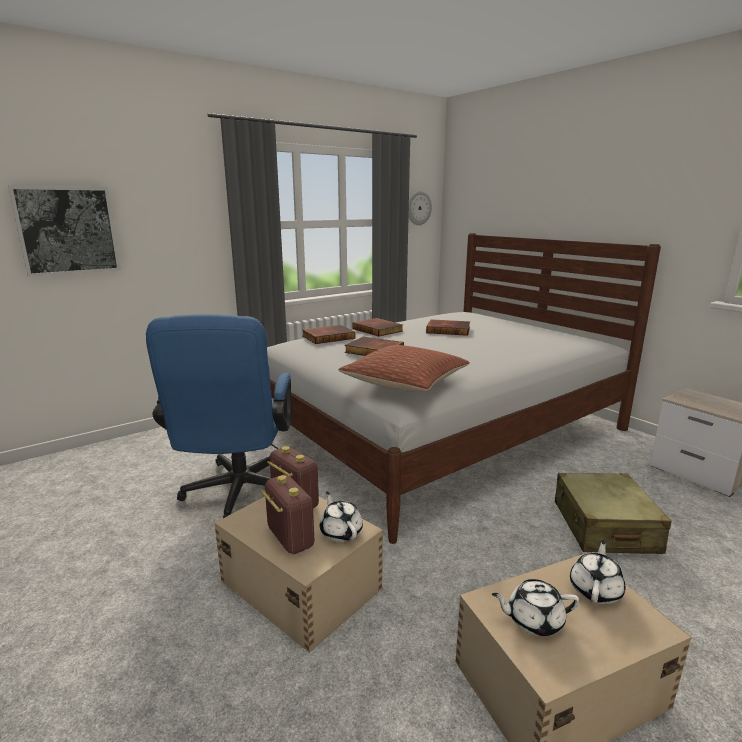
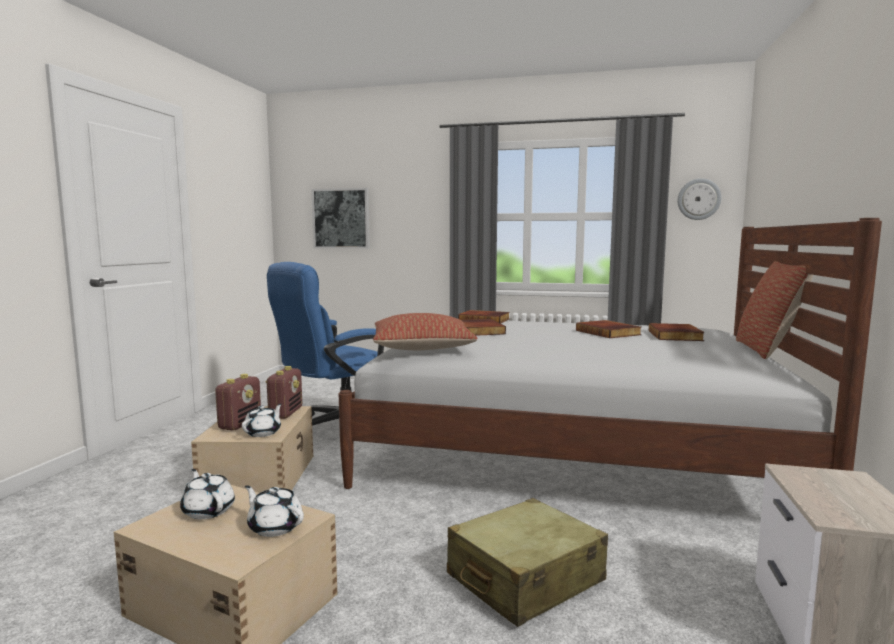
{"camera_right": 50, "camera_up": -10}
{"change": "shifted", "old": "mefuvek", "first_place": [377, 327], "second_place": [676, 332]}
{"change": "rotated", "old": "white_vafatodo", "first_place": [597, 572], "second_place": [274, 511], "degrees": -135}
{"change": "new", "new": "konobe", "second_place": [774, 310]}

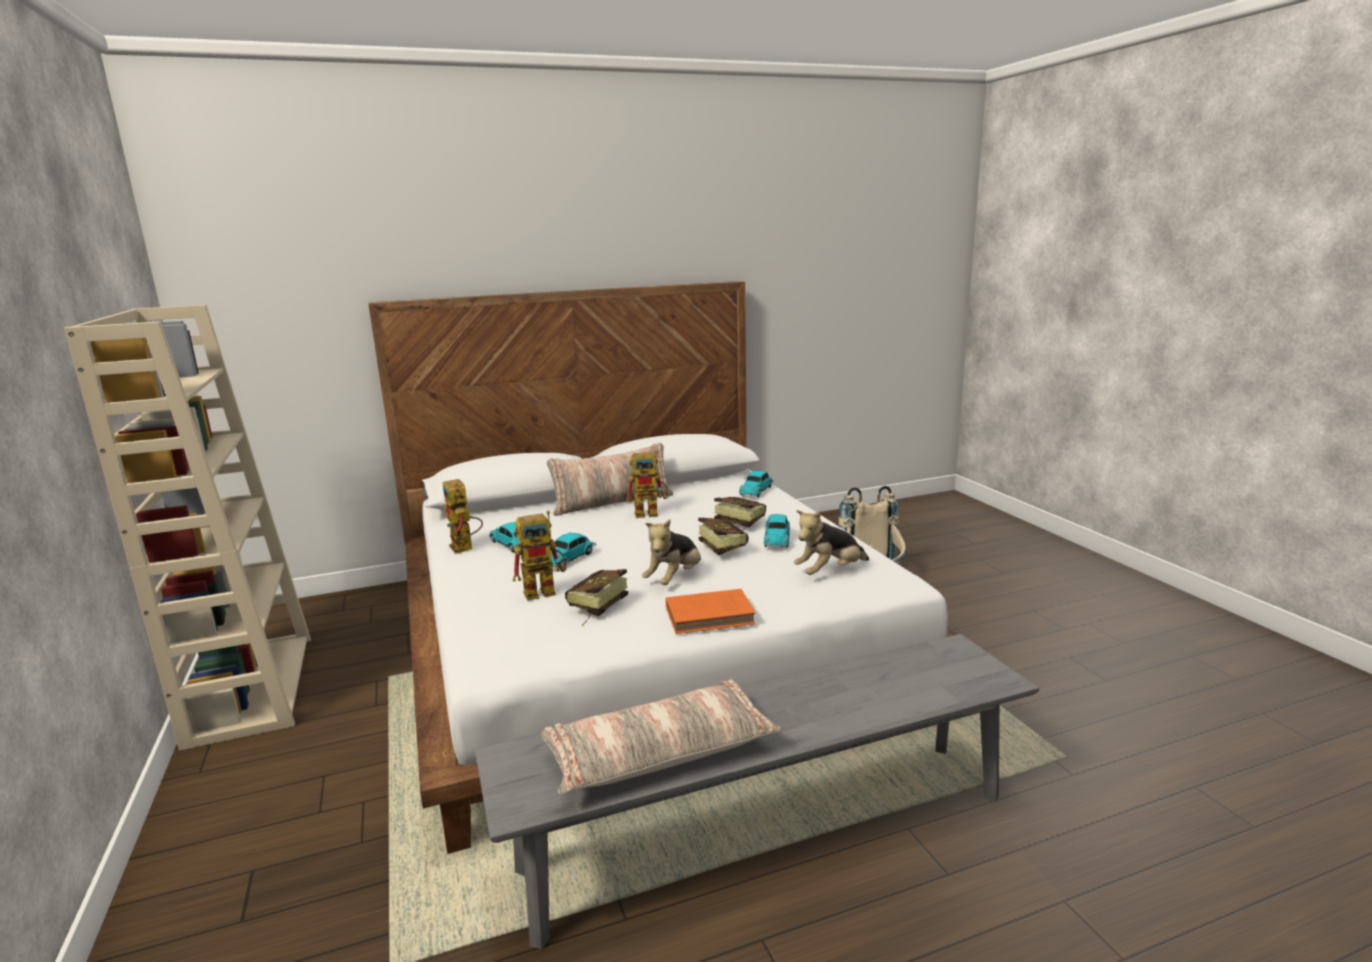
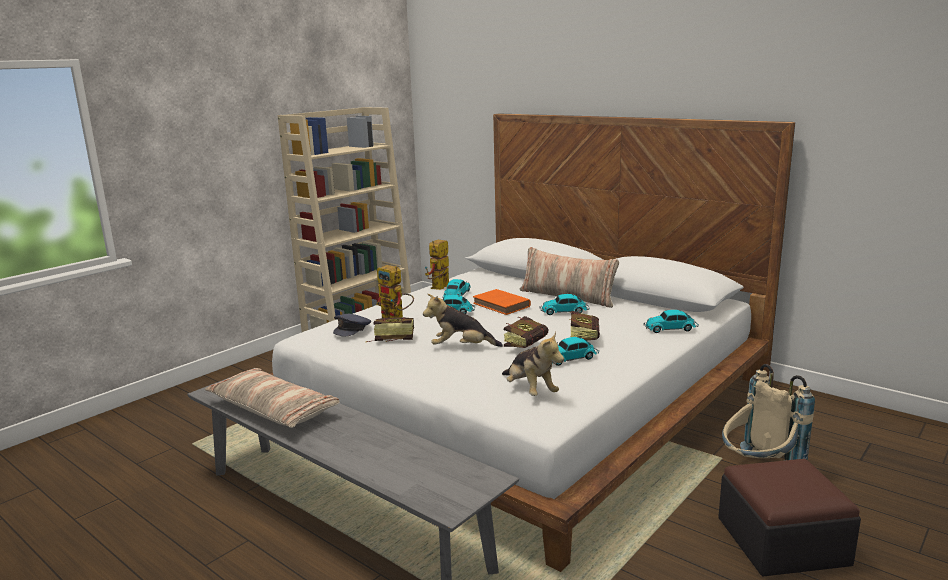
{"camera_right": 60, "camera_up": 0}
{"change": "swapped", "old": "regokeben", "new": "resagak", "first_place": [647, 484], "second_place": [564, 304]}
{"change": "shifted", "old": "orange_mefuvek", "first_place": [711, 611], "second_place": [502, 302]}
{"change": "rotated", "old": "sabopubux", "first_place": [831, 542], "second_place": [533, 364], "degrees": -150}
{"change": "new", "new": "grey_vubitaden", "second_place": [352, 325]}
{"change": "new", "new": "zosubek", "second_place": [789, 518]}

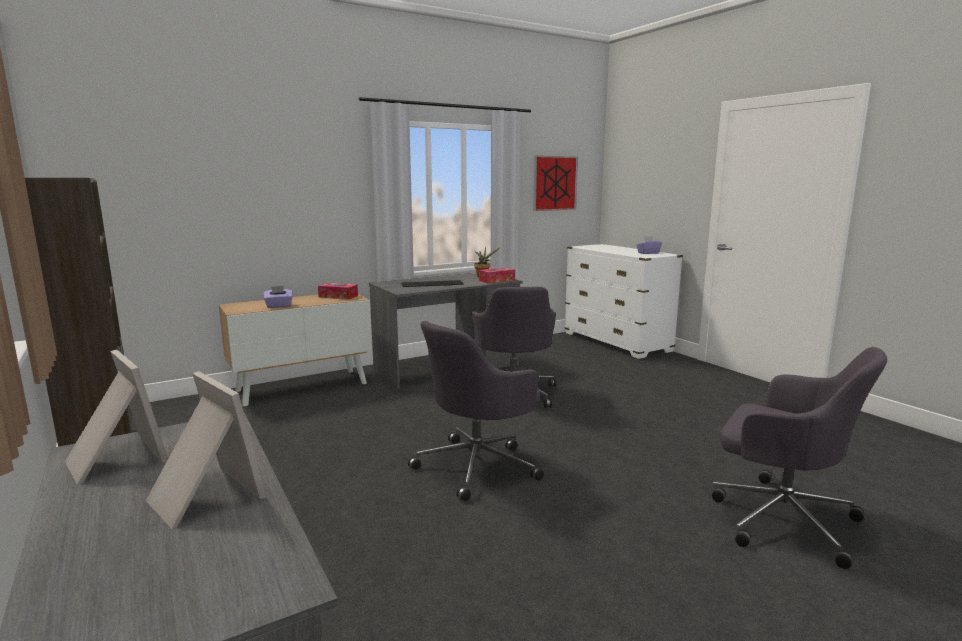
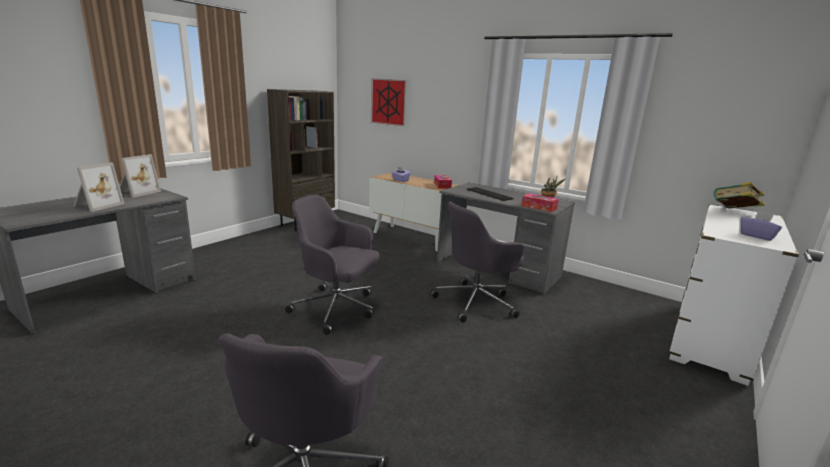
{"camera_right": 65, "camera_up": 5}
{"change": "shifted", "old": "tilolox", "first_place": [555, 183], "second_place": [389, 102]}
{"change": "new", "new": "mefuvek", "second_place": [739, 195]}

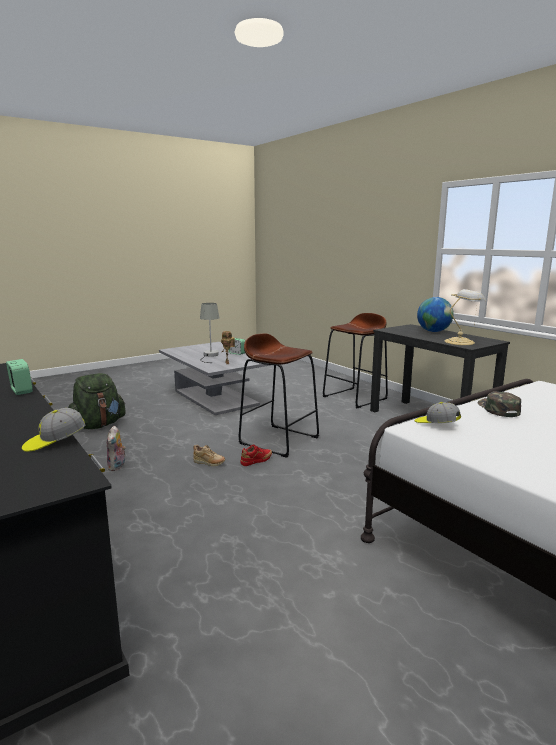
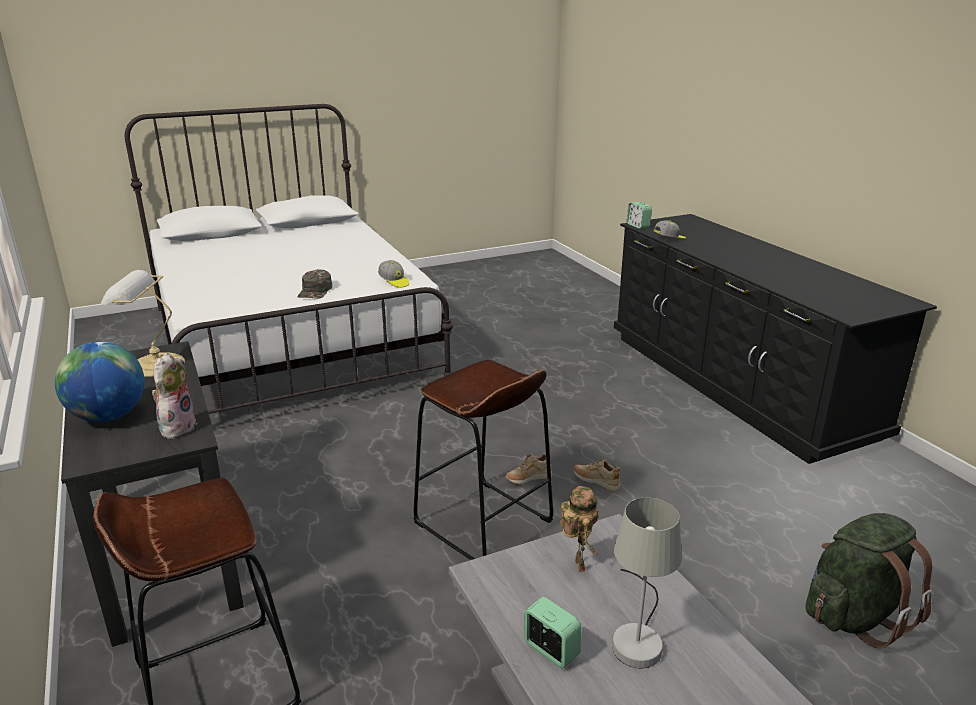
{"camera_right": -170, "camera_up": 10}
{"change": "shifted", "old": "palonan", "first_place": [19, 377], "second_place": [639, 215]}
{"change": "shifted", "old": "sabopubux", "first_place": [116, 448], "second_place": [174, 396]}
{"change": "repainted", "old": "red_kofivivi", "new": "beige_kofivivi", "first_place": [256, 455], "second_place": [528, 469]}

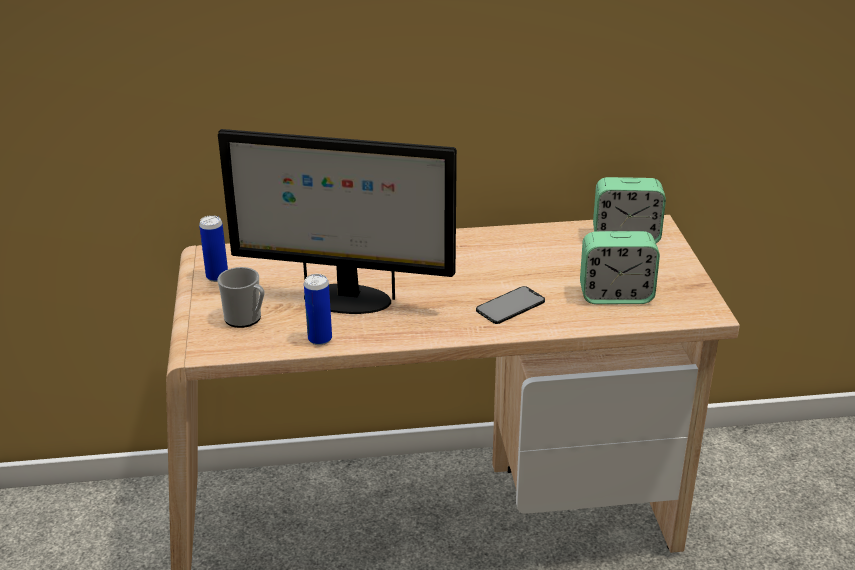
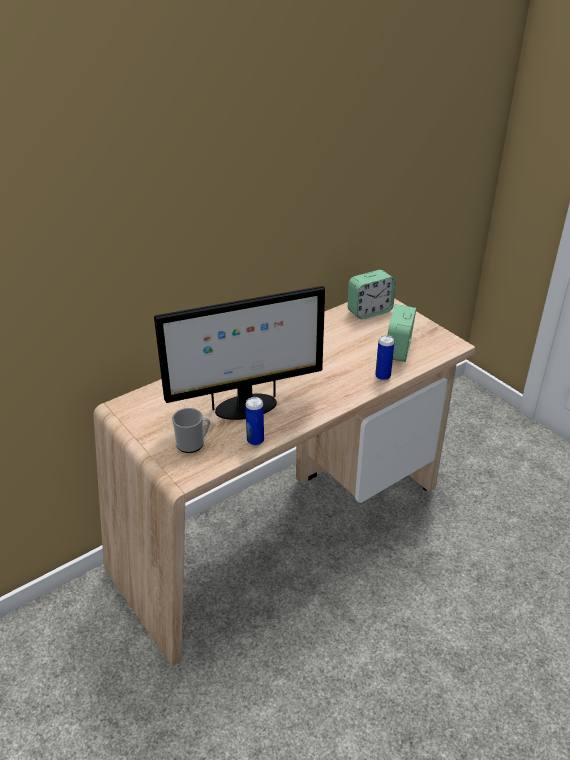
{"camera_right": -30, "camera_up": 5}
{"change": "shifted", "old": "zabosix", "first_place": [213, 248], "second_place": [385, 357]}
{"change": "gone", "old": "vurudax", "first_place": [510, 305]}
{"change": "rotated", "old": "palonan", "first_place": [620, 267], "second_place": [401, 333], "degrees": 135}

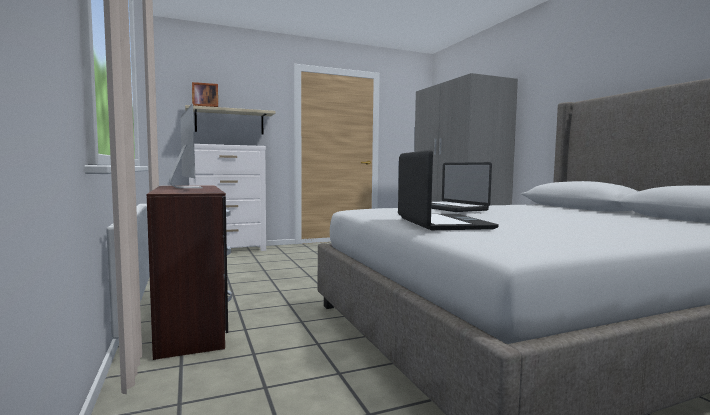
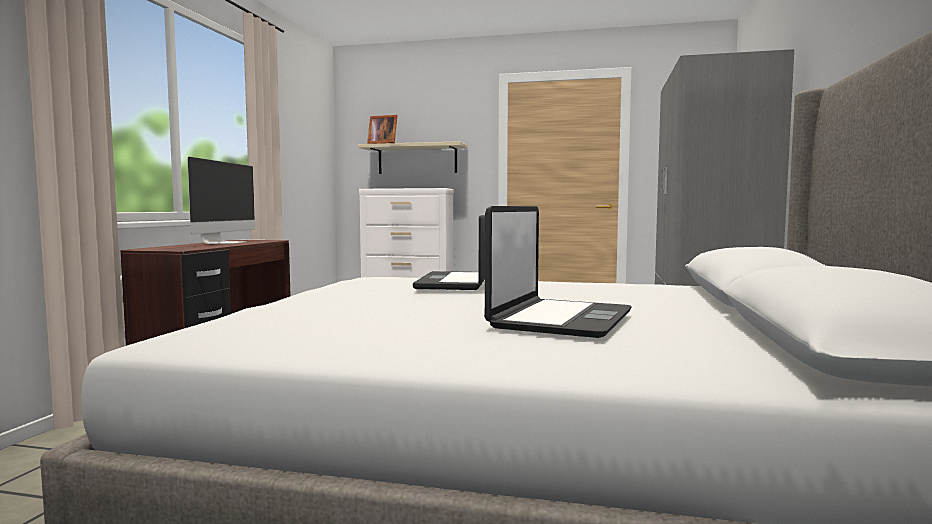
{"camera_right": 35, "camera_up": 0}
{"change": "shifted", "old": "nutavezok", "first_place": [448, 190], "second_place": [558, 272]}

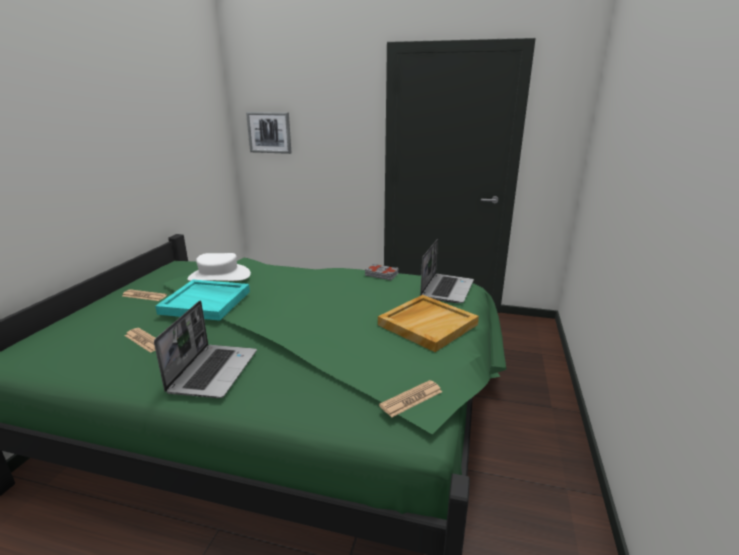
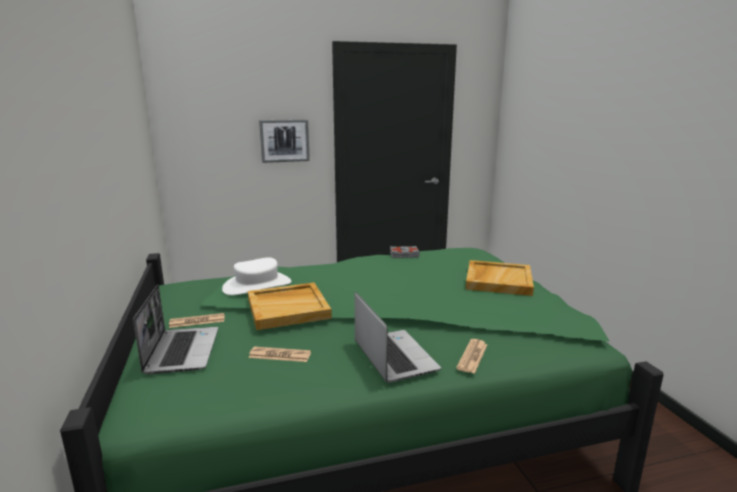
{"camera_right": -30, "camera_up": -5}
{"change": "repainted", "old": "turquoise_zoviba", "new": "beige_zoviba", "first_place": [202, 300], "second_place": [290, 306]}
{"change": "shifted", "old": "tilolox", "first_place": [268, 133], "second_place": [284, 141]}
{"change": "shifted", "old": "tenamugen", "first_place": [410, 398], "second_place": [471, 356]}
{"change": "shifted", "old": "nutavezok", "first_place": [447, 271], "second_place": [175, 329]}

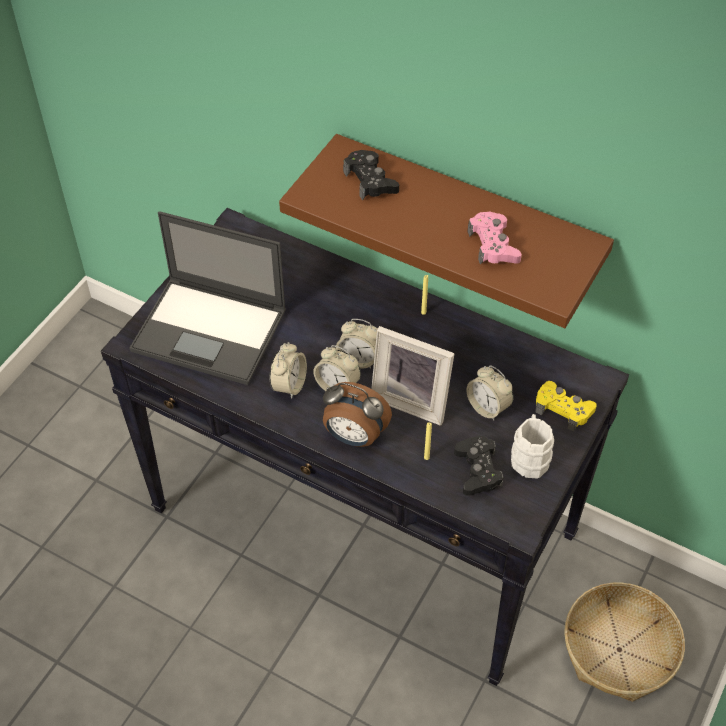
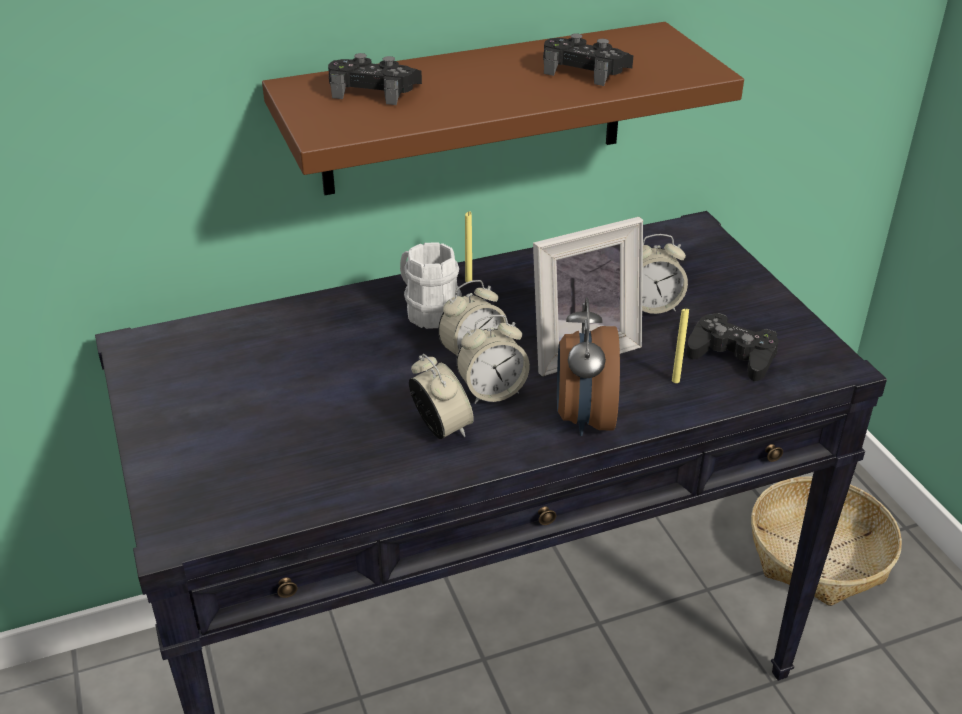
{"camera_right": -50, "camera_up": -15}
{"change": "gone", "old": "nutavezok", "first_place": [207, 298]}
{"change": "rotated", "old": "palonan", "first_place": [357, 414], "second_place": [588, 366], "degrees": 120}
{"change": "repainted", "old": "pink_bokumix", "new": "black_bokumix", "first_place": [494, 238], "second_place": [588, 59]}
{"change": "shifted", "old": "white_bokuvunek", "first_place": [532, 446], "second_place": [431, 285]}
{"change": "gone", "old": "yellow_bokumix", "first_place": [566, 406]}

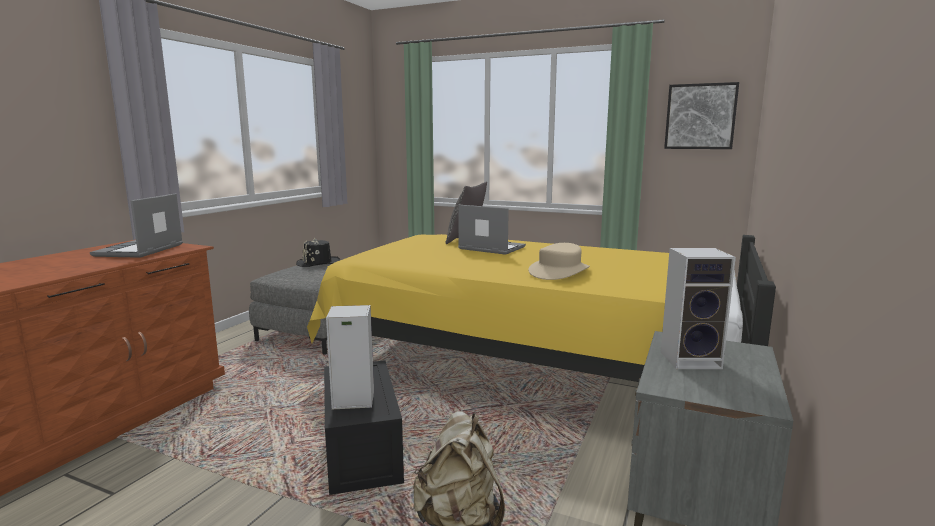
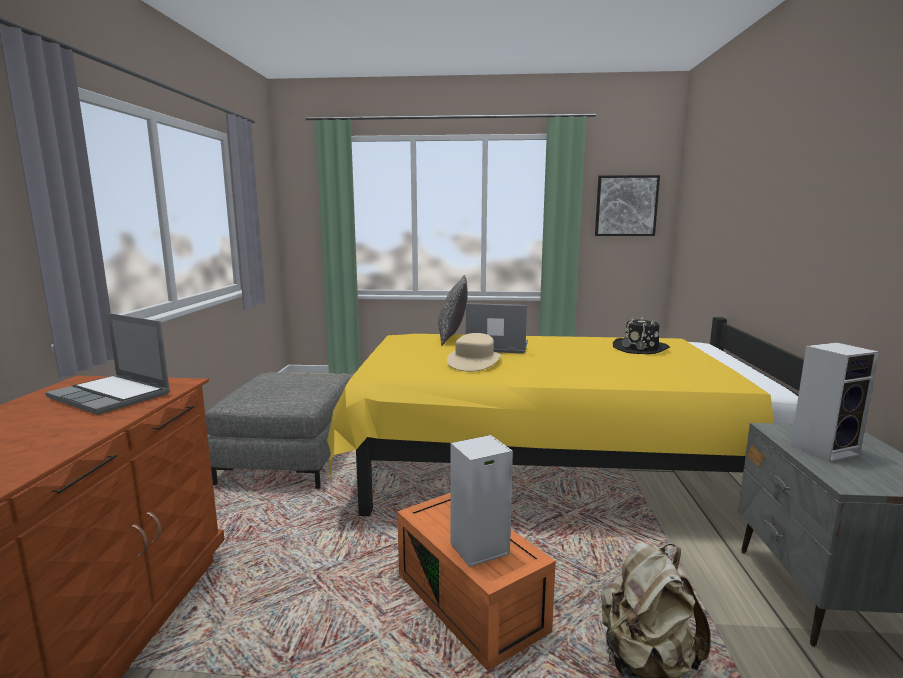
{"camera_right": -20, "camera_up": 0}
{"change": "rotated", "old": "nutavezok", "first_place": [136, 225], "second_place": [107, 364], "degrees": -45}
{"change": "shifted", "old": "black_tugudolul", "first_place": [318, 252], "second_place": [641, 335]}
{"change": "repainted", "old": "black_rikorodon", "new": "orange_rikorodon", "first_place": [364, 427], "second_place": [476, 582]}
{"change": "shifted", "old": "beige_tugudolul", "first_place": [559, 261], "second_place": [474, 352]}

